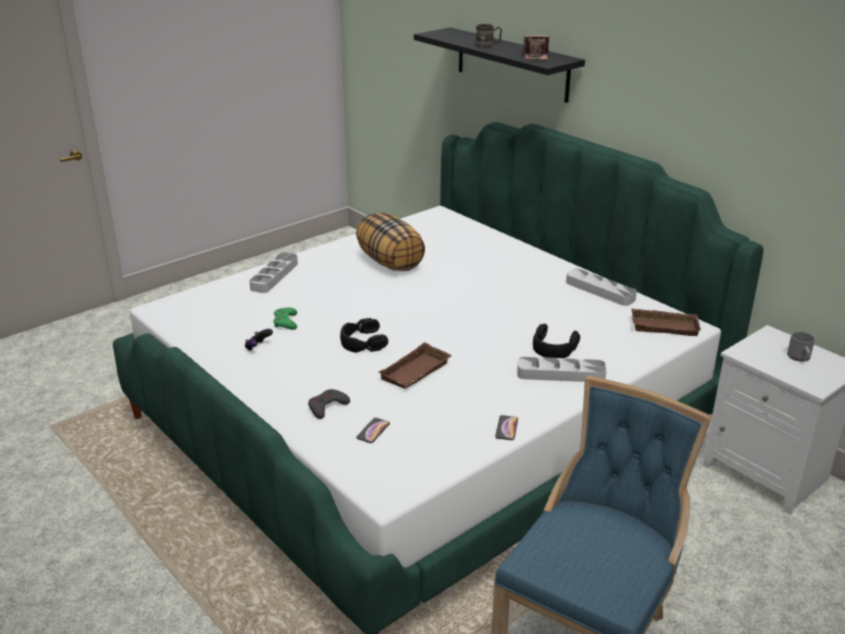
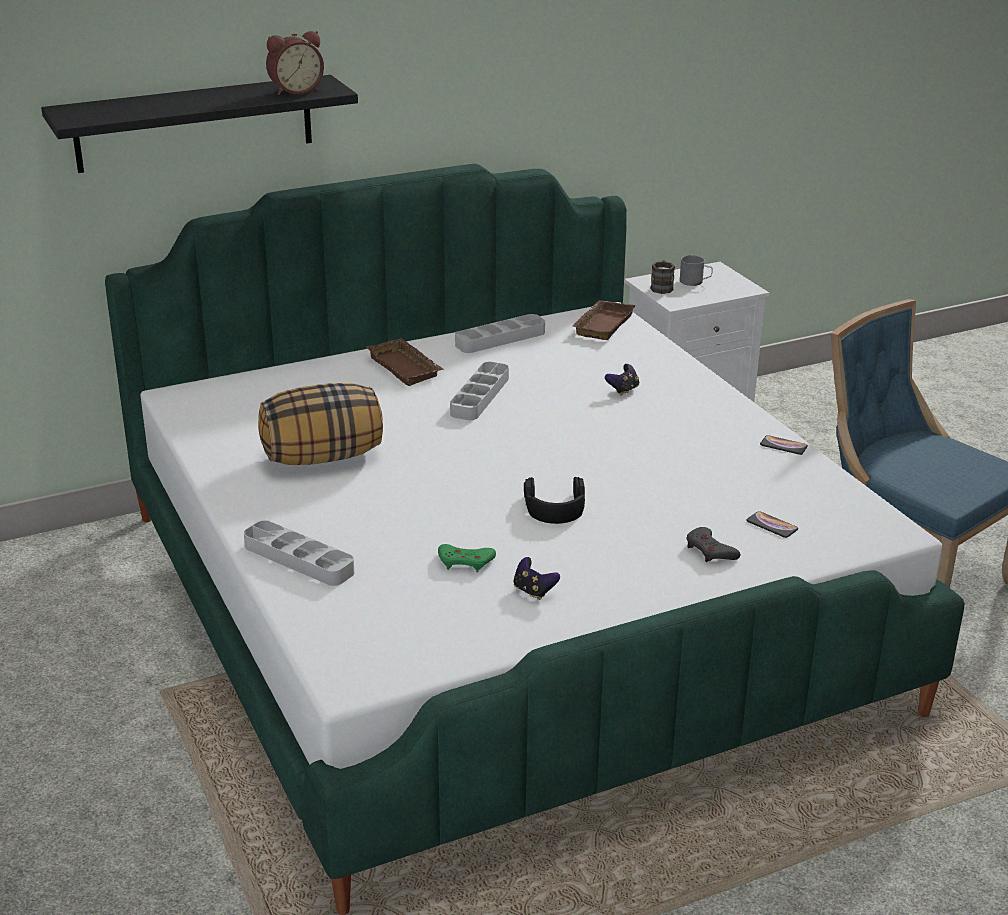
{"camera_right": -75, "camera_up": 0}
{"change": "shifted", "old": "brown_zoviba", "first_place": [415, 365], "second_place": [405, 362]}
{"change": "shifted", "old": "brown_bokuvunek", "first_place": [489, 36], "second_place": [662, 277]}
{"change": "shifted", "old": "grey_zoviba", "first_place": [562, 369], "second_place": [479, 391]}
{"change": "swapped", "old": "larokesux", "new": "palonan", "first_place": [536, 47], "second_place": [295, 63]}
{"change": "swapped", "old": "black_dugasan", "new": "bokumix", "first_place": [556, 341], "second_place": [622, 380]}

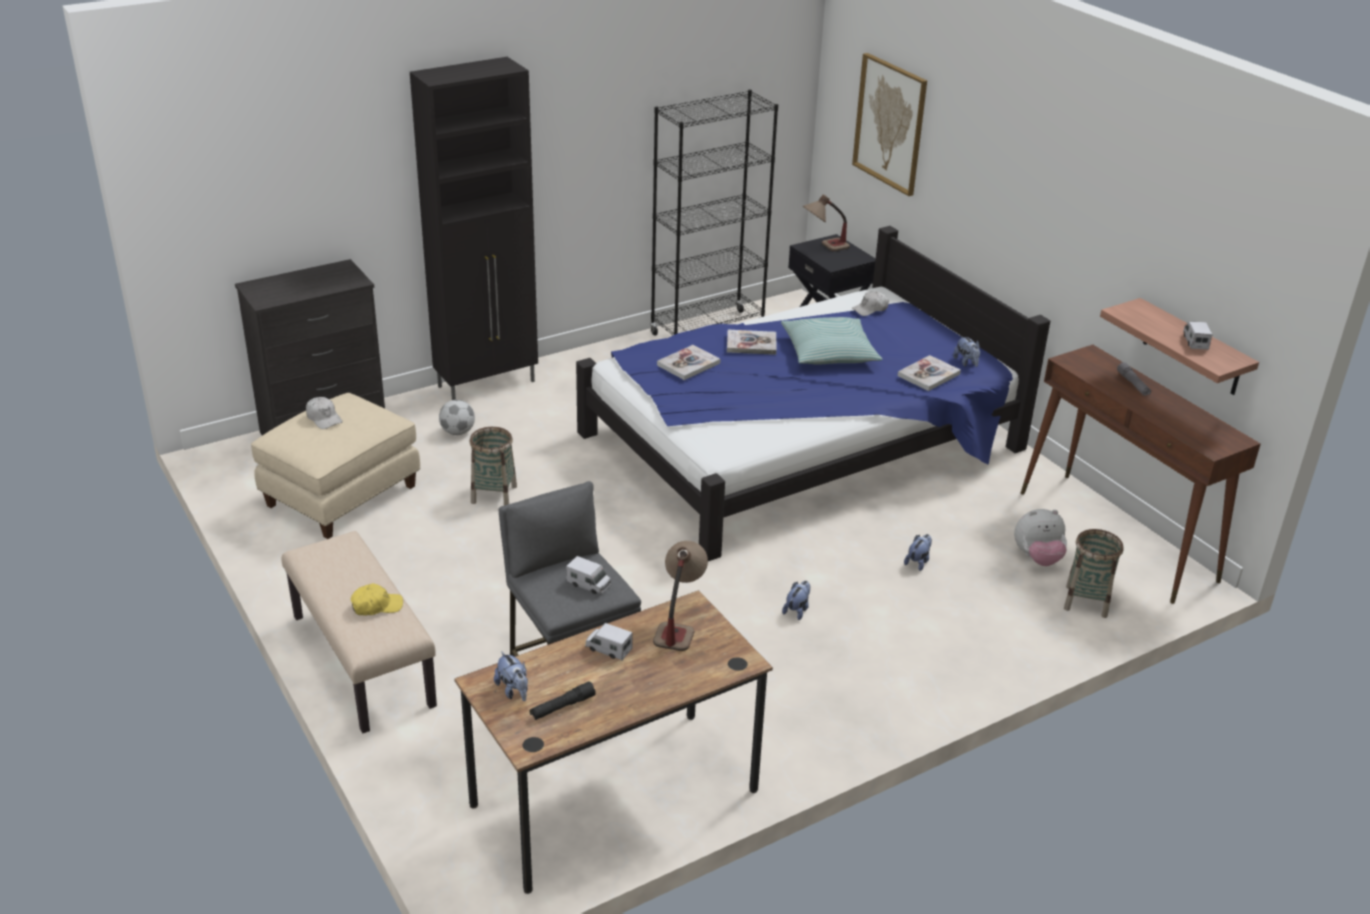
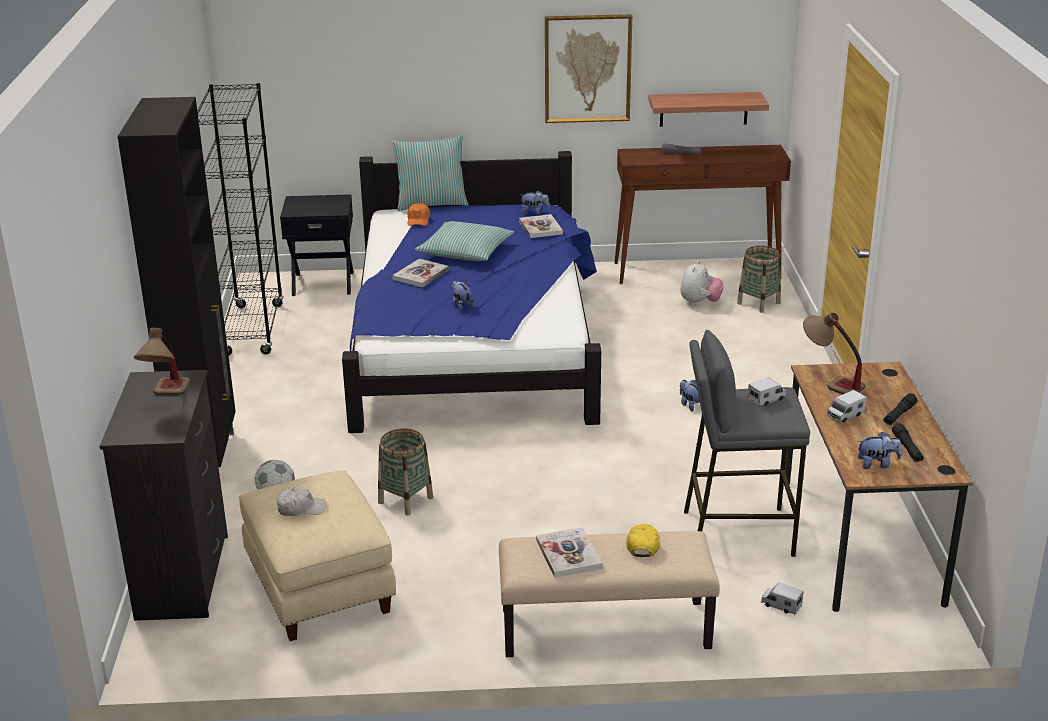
{"camera_right": -60, "camera_up": -5}
{"change": "shifted", "old": "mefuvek", "first_place": [688, 362], "second_place": [569, 552]}
{"change": "shifted", "old": "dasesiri", "first_place": [826, 222], "second_place": [162, 361]}
{"change": "shifted", "old": "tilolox", "first_place": [889, 124], "second_place": [588, 68]}
{"change": "repainted", "old": "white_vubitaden", "new": "orange_vubitaden", "first_place": [870, 303], "second_place": [418, 214]}
{"change": "shifted", "old": "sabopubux", "first_place": [918, 552], "second_place": [463, 295]}
{"change": "shifted", "old": "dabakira", "first_place": [1198, 335], "second_place": [782, 599]}
{"change": "new", "new": "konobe", "second_place": [430, 173]}
{"change": "new", "new": "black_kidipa", "second_place": [900, 409]}

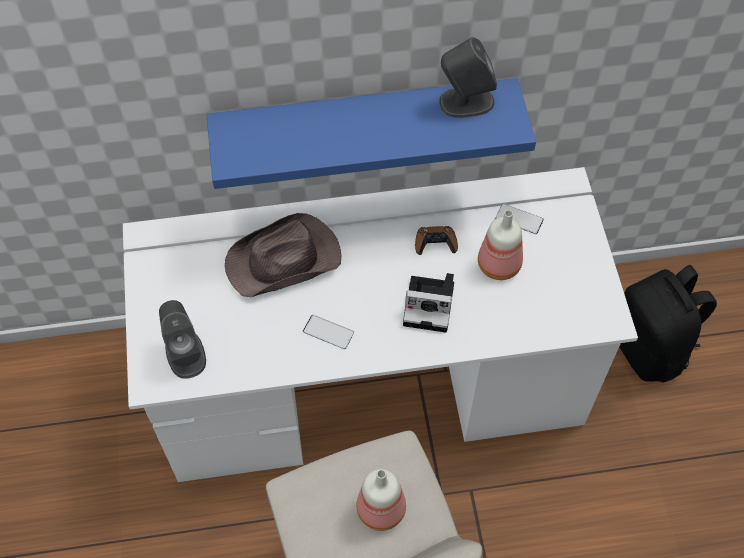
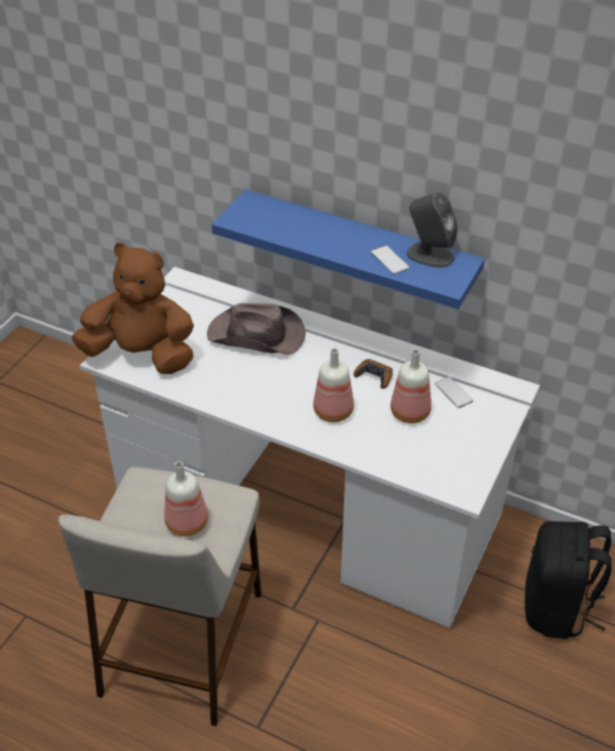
{"camera_right": 35, "camera_up": -15}
{"change": "swapped", "old": "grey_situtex", "new": "brown_sabopubux", "first_place": [182, 339], "second_place": [133, 308]}
{"change": "shifted", "old": "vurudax", "first_place": [328, 332], "second_place": [390, 259]}
{"change": "swapped", "old": "larokesux", "new": "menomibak", "first_place": [428, 303], "second_place": [333, 385]}

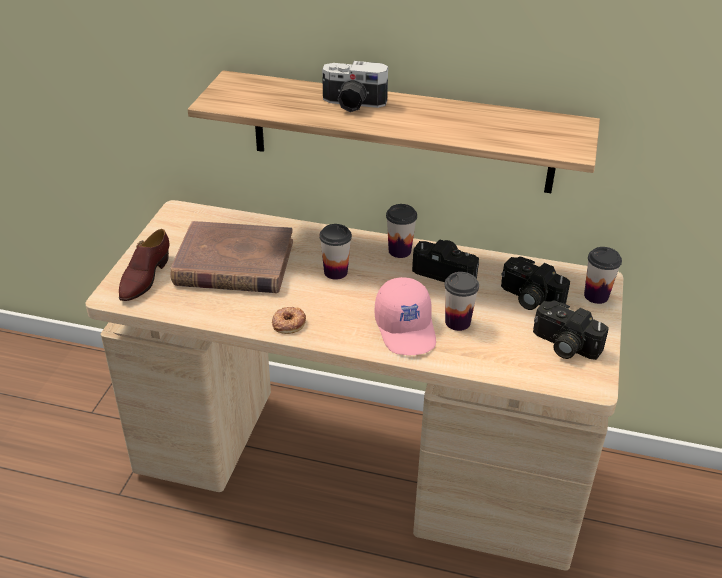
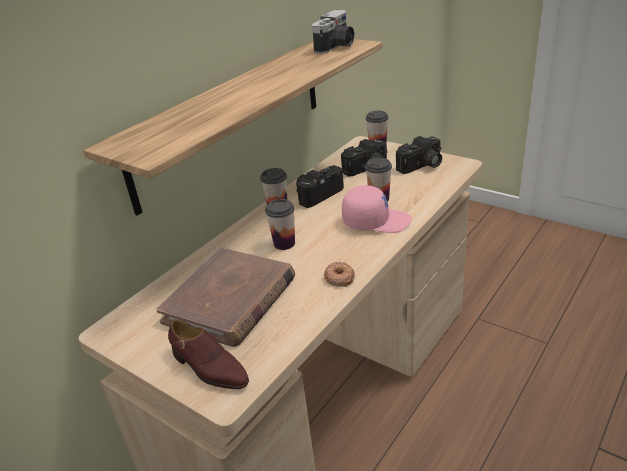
{"camera_right": -65, "camera_up": -5}
{"change": "shifted", "old": "larokesux", "first_place": [355, 86], "second_place": [333, 32]}

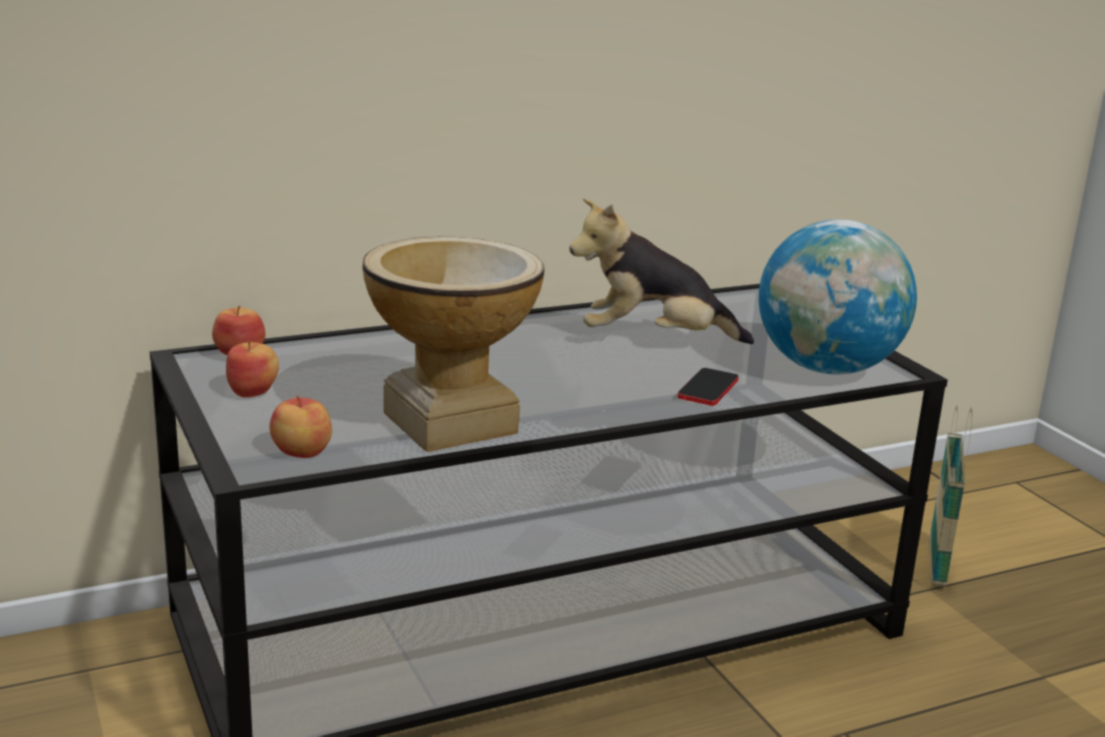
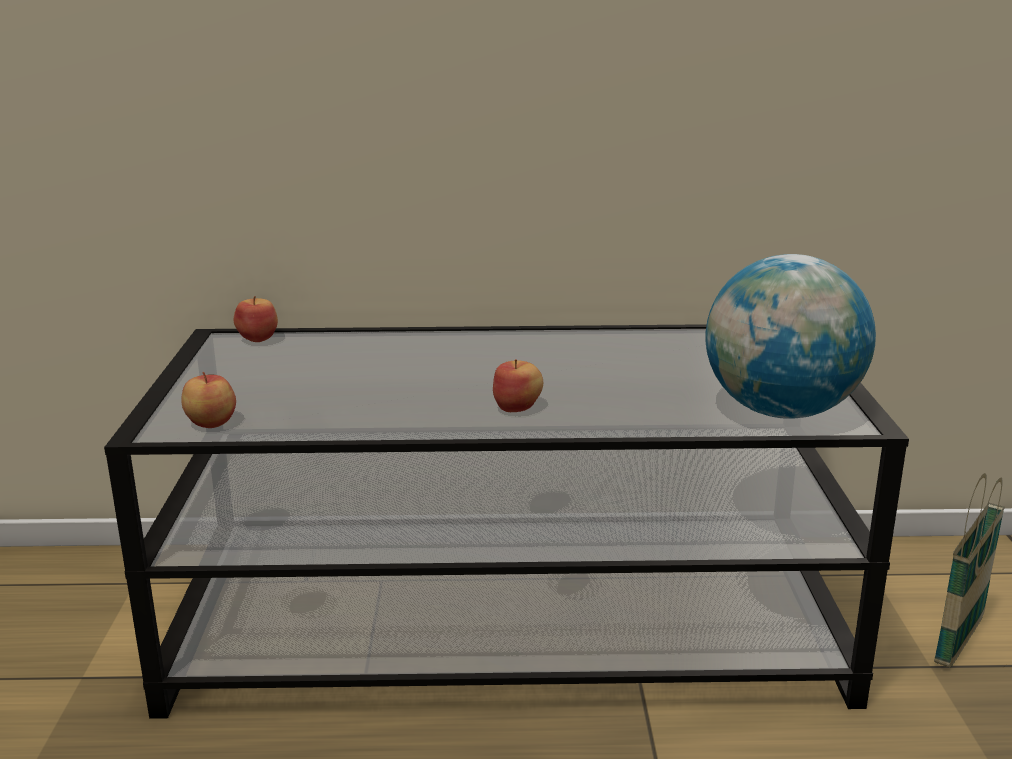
{"camera_right": 25, "camera_up": 0}
{"change": "shifted", "old": "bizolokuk", "first_place": [252, 369], "second_place": [518, 385]}
{"change": "gone", "old": "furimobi", "first_place": [453, 344]}
{"change": "gone", "old": "sabopubux", "first_place": [661, 271]}
{"change": "gone", "old": "vurudax", "first_place": [708, 387]}

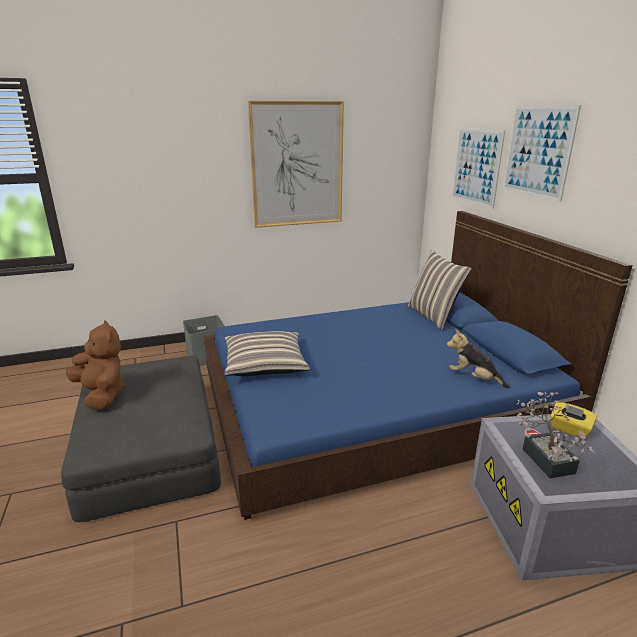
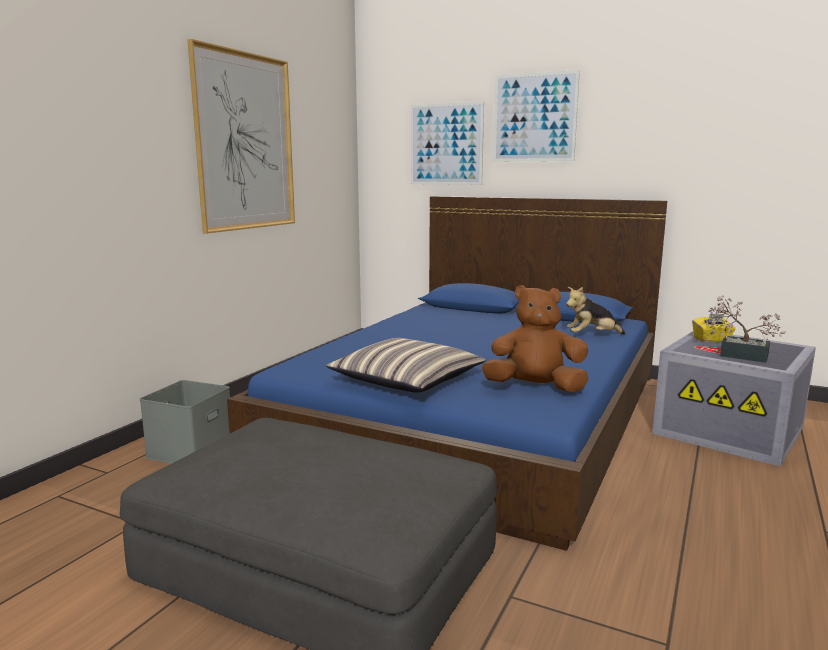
{"camera_right": -45, "camera_up": -10}
{"change": "shifted", "old": "brown_sabopubux", "first_place": [95, 364], "second_place": [535, 338]}
{"change": "gone", "old": "konobe", "first_place": [440, 290]}

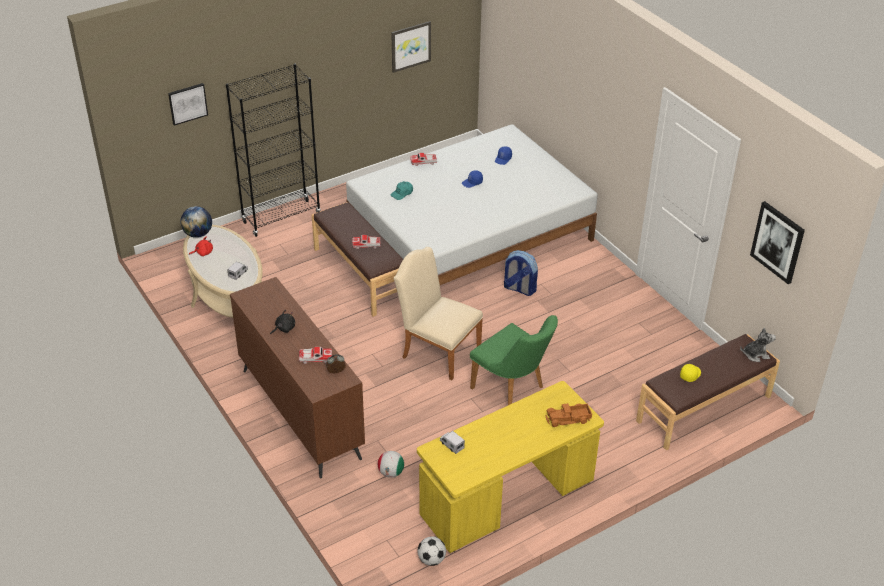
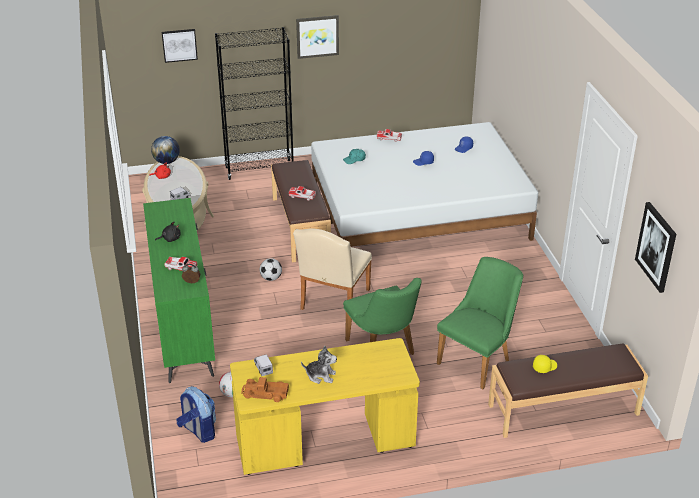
{"camera_right": 20, "camera_up": -5}
{"change": "repainted", "old": "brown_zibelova", "new": "green_zibelova", "first_place": [297, 377], "second_place": [179, 290]}
{"change": "shifted", "old": "tilolox", "first_place": [411, 47], "second_place": [317, 37]}
{"change": "rotated", "old": "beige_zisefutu", "first_place": [438, 313], "second_place": [332, 269], "degrees": -120}
{"change": "shifted", "old": "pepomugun", "first_place": [432, 551], "second_place": [271, 269]}
{"change": "shifted", "old": "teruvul", "first_place": [521, 273], "second_place": [196, 414]}
{"change": "shifted", "old": "dabakira", "first_place": [568, 415], "second_place": [265, 389]}
{"change": "shifted", "old": "sabopubux", "first_place": [758, 345], "second_place": [319, 365]}
{"change": "new", "new": "green_zisefutu", "second_place": [480, 323]}

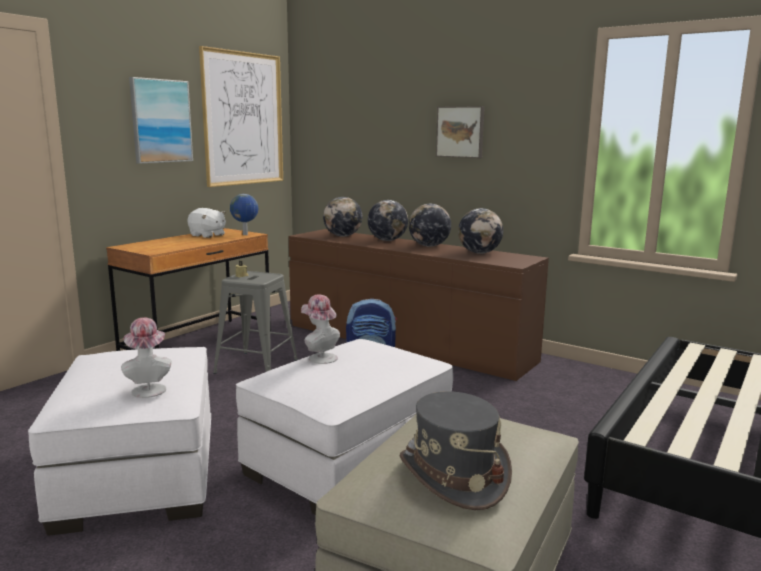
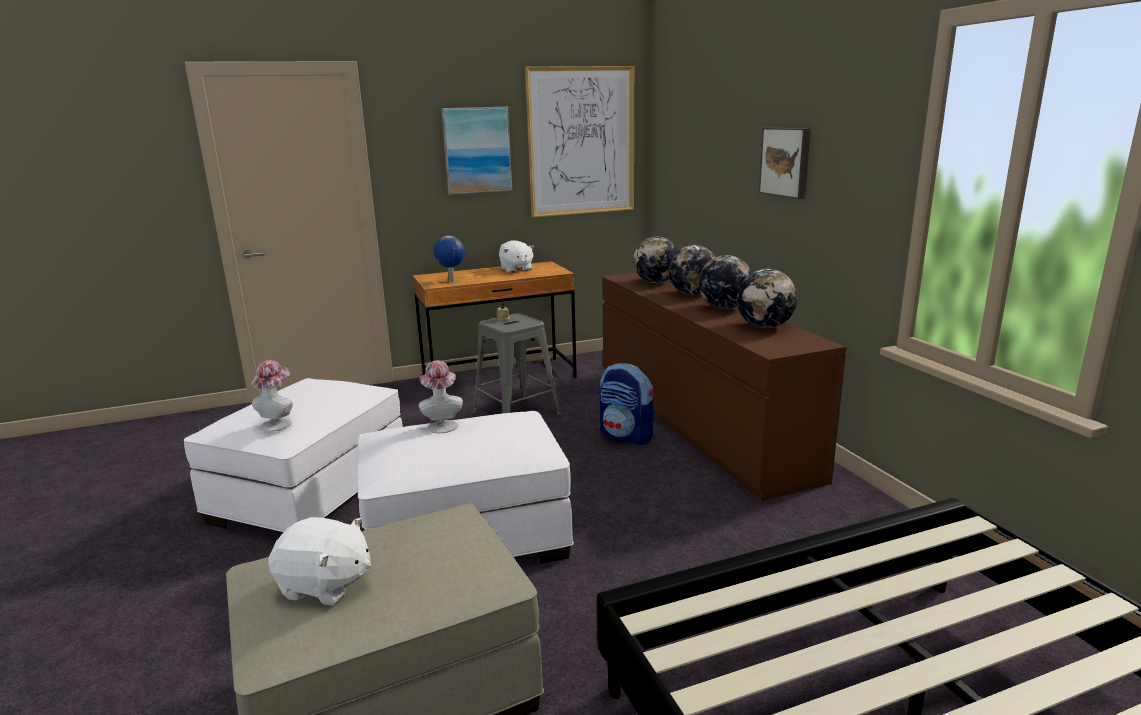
{"camera_right": 35, "camera_up": 5}
{"change": "shifted", "old": "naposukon", "first_place": [244, 214], "second_place": [449, 259]}
{"change": "swapped", "old": "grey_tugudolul", "new": "white_sabopubux", "first_place": [456, 450], "second_place": [319, 561]}

